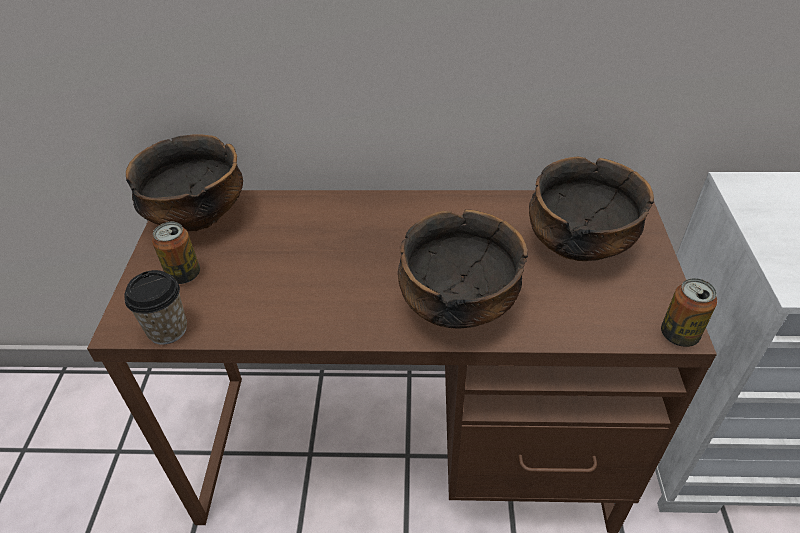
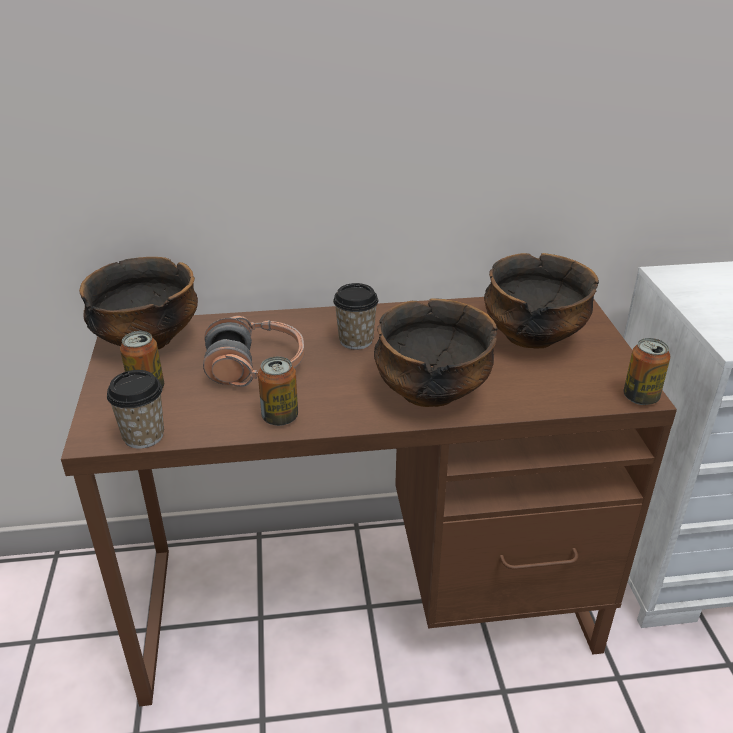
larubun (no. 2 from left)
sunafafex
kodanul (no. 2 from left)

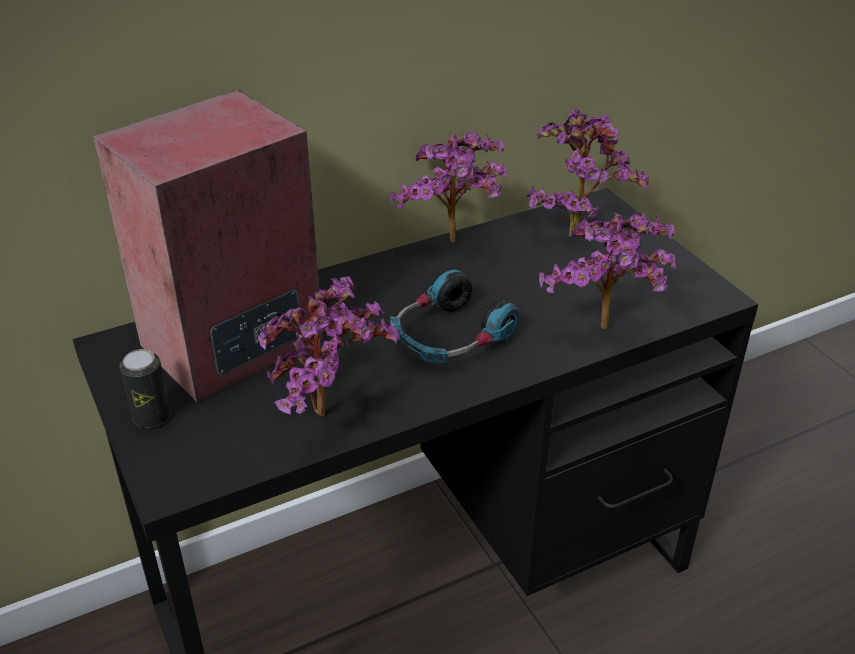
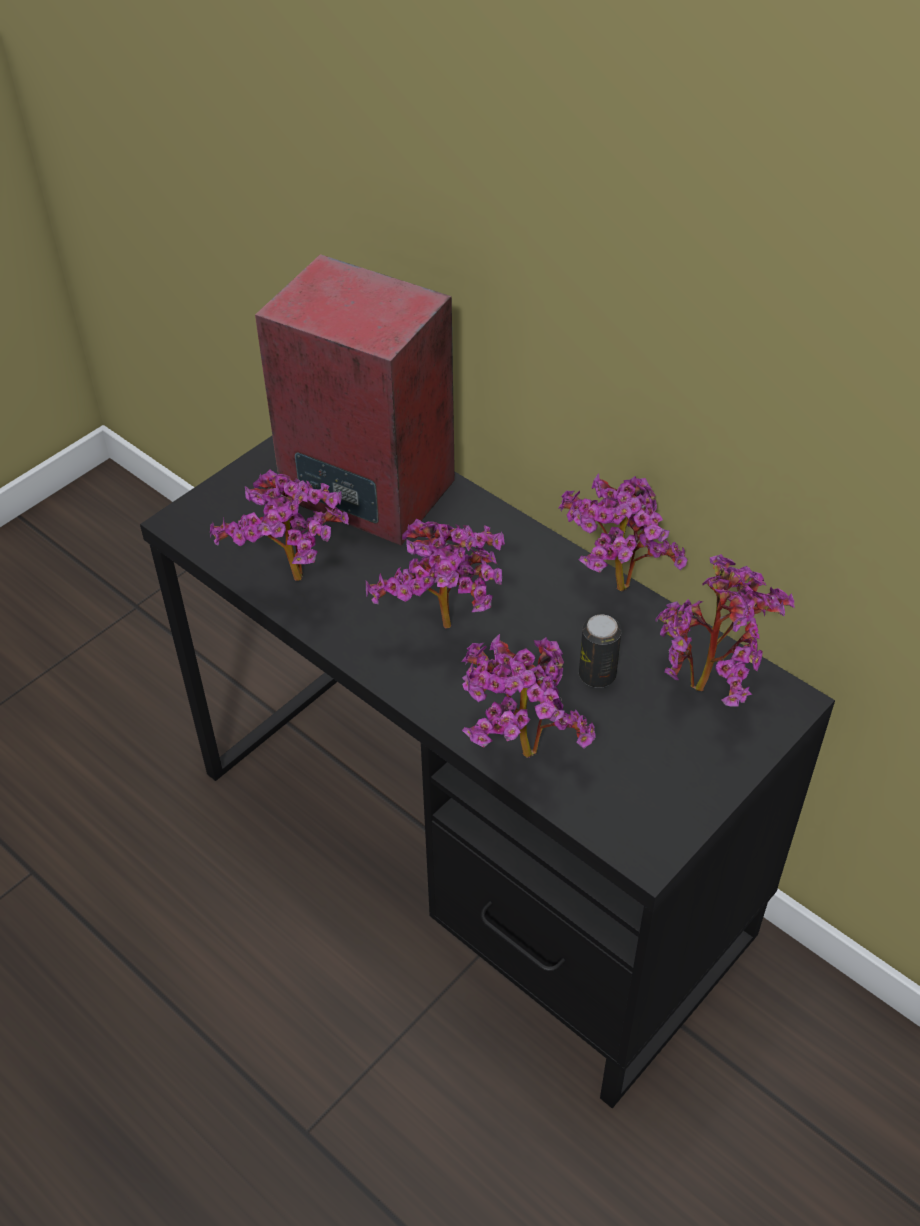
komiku (no. 2 from left)
kodanul

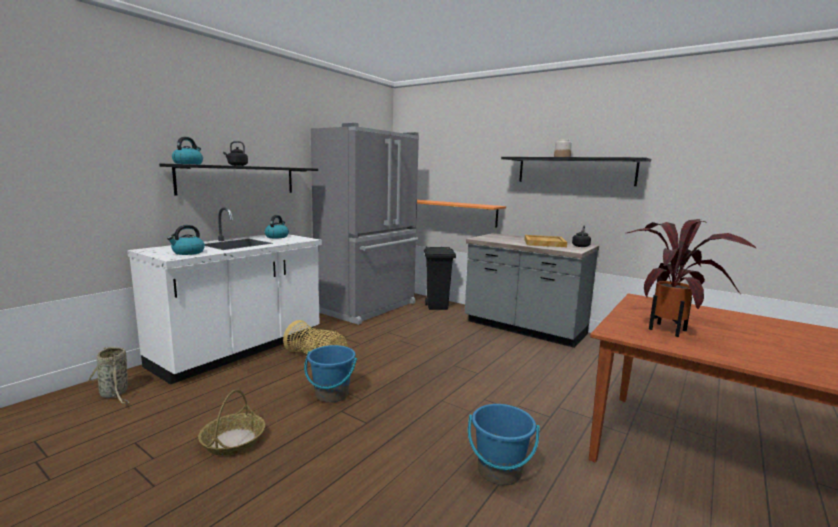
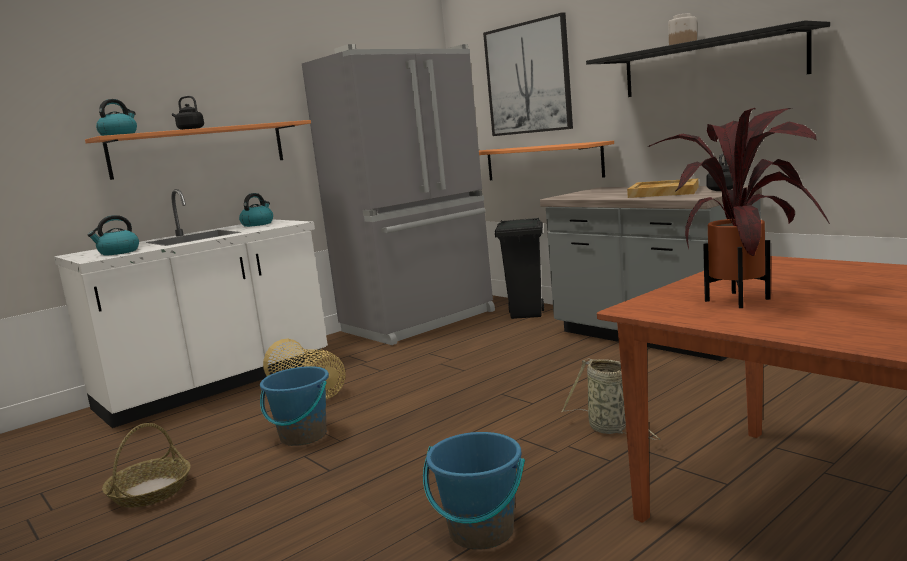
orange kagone (no. 1 from left)
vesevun (no. 3 from left)
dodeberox

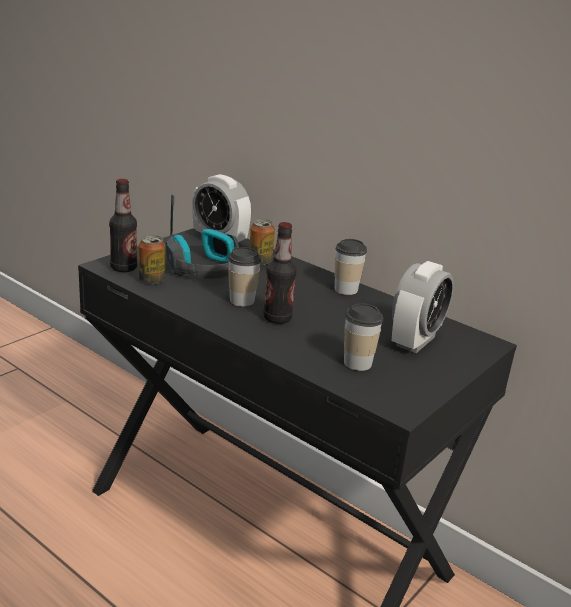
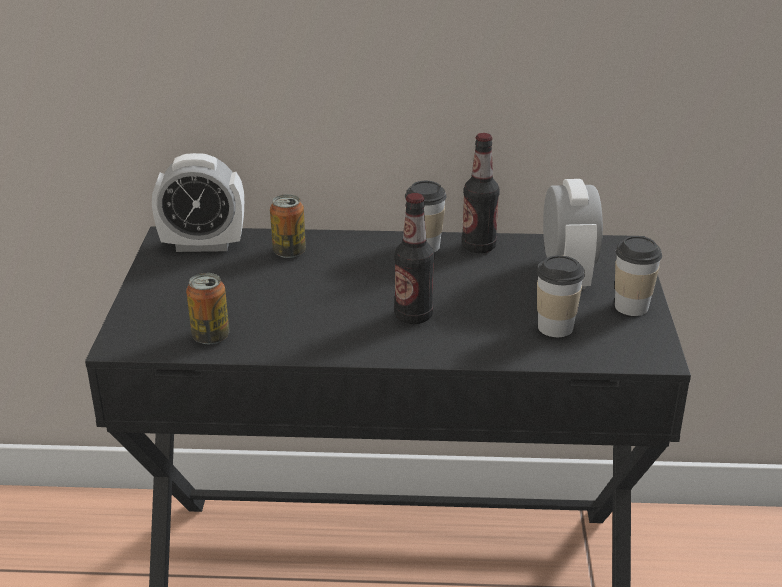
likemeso (no. 2 from left)
sunafafex
larubun (no. 3 from left)

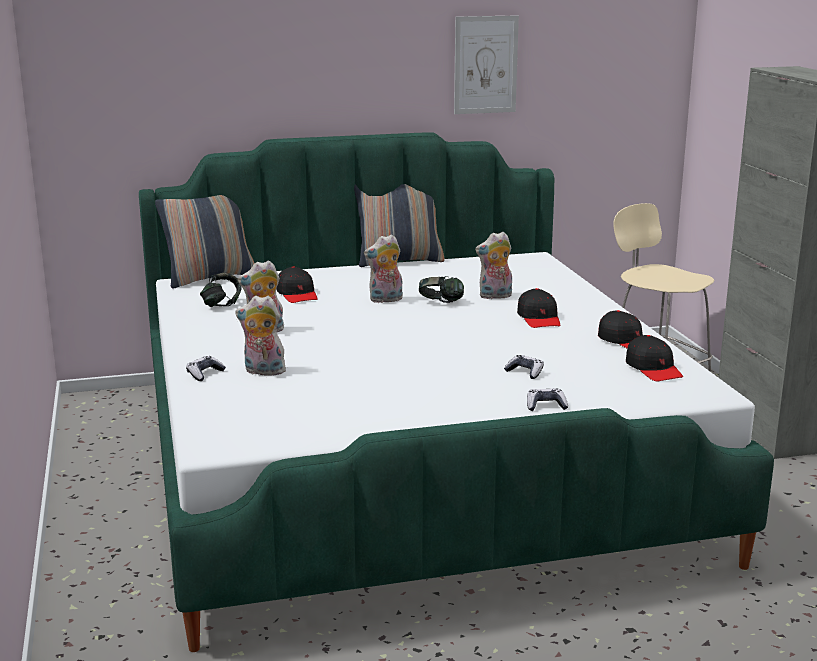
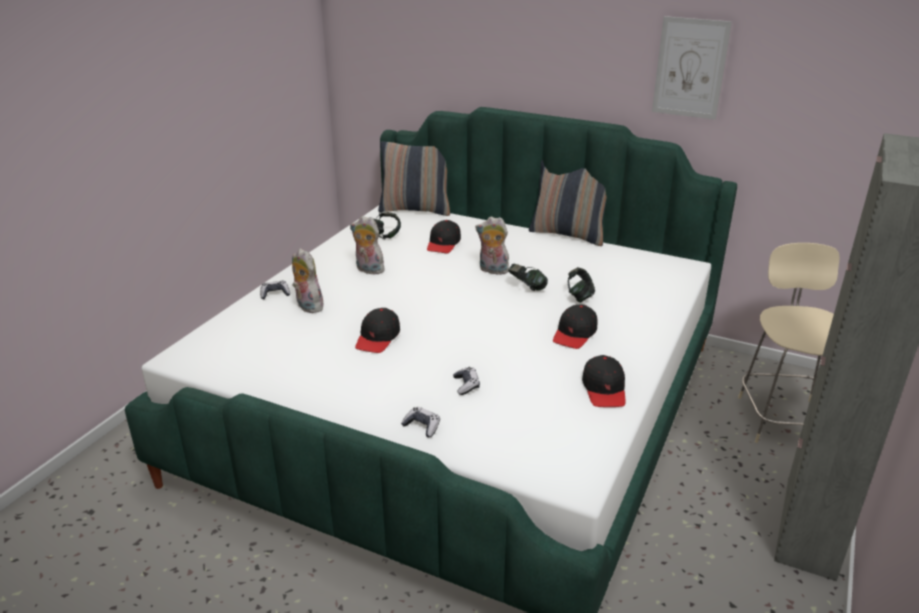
sunafafex (no. 3 from left)
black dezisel (no. 1 from left)

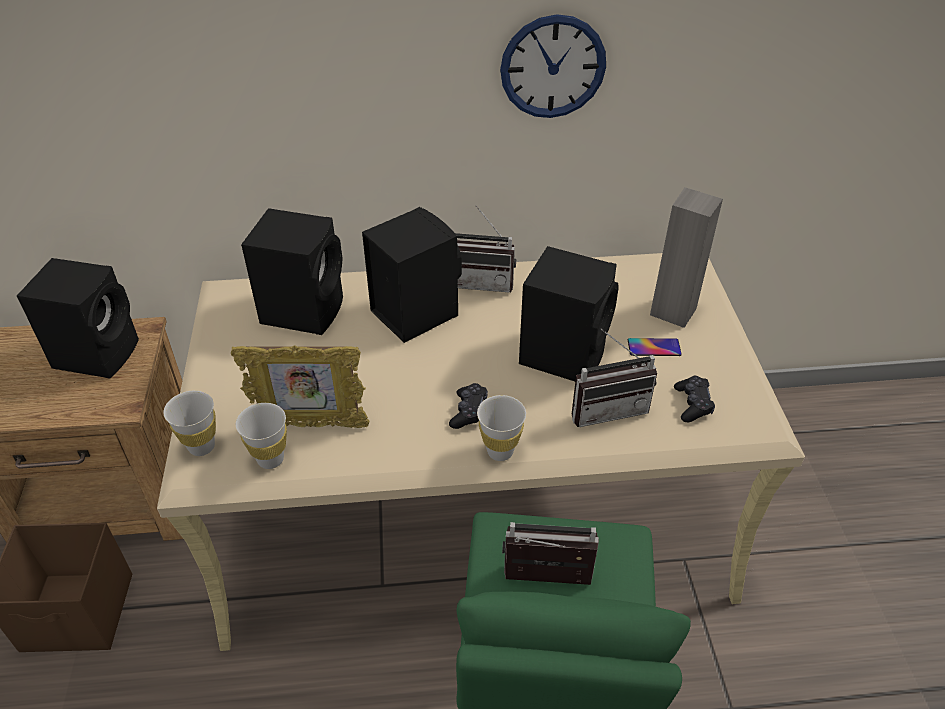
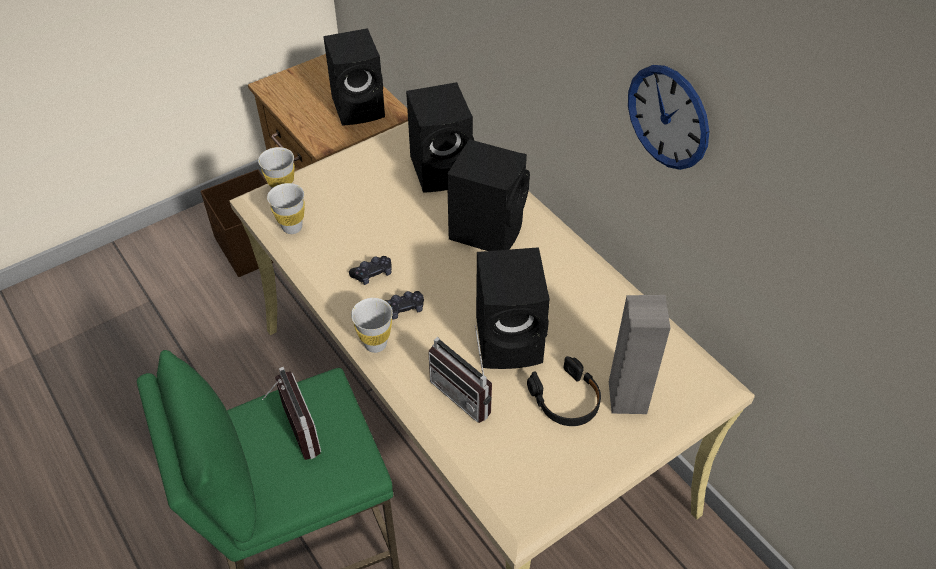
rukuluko (no. 1 from left in the first image)
black sunafafex
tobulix
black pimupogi (no. 1 from left)

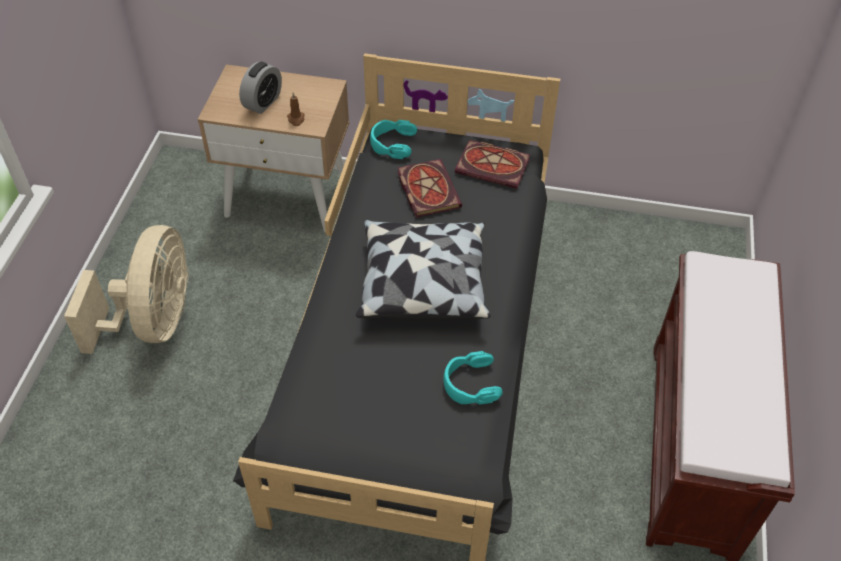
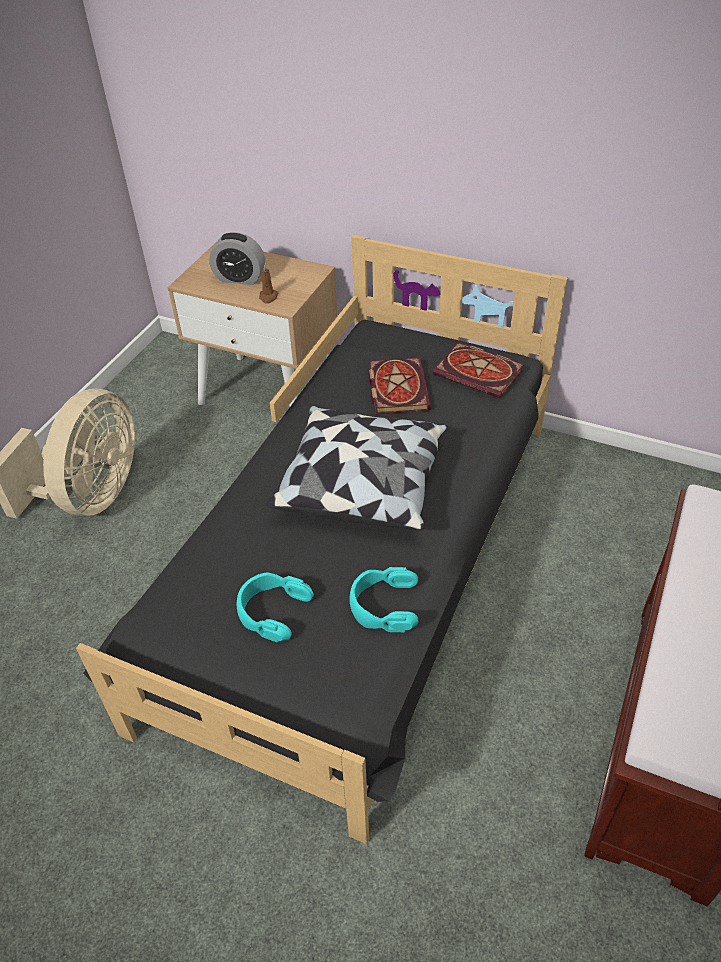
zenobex
turquoise sunafafex (no. 1 from left)

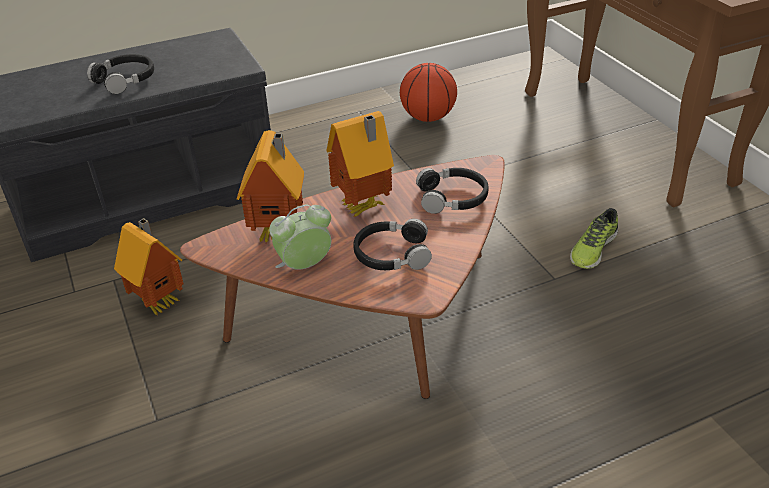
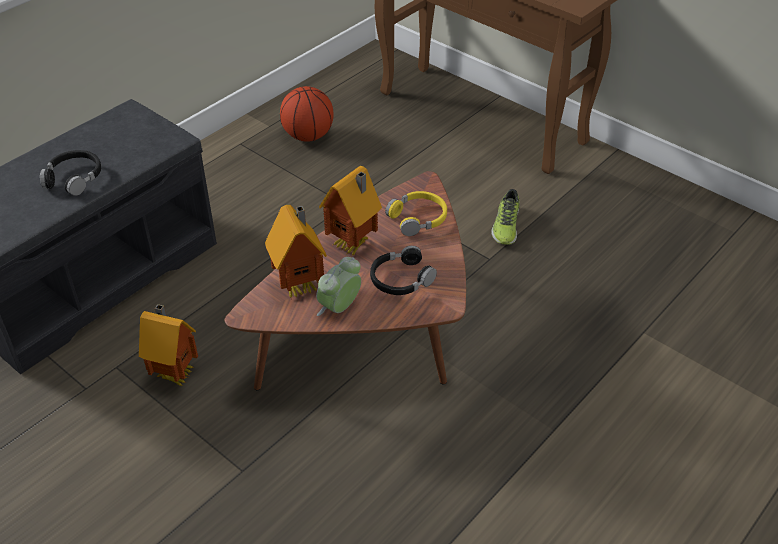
yellow sunafafex

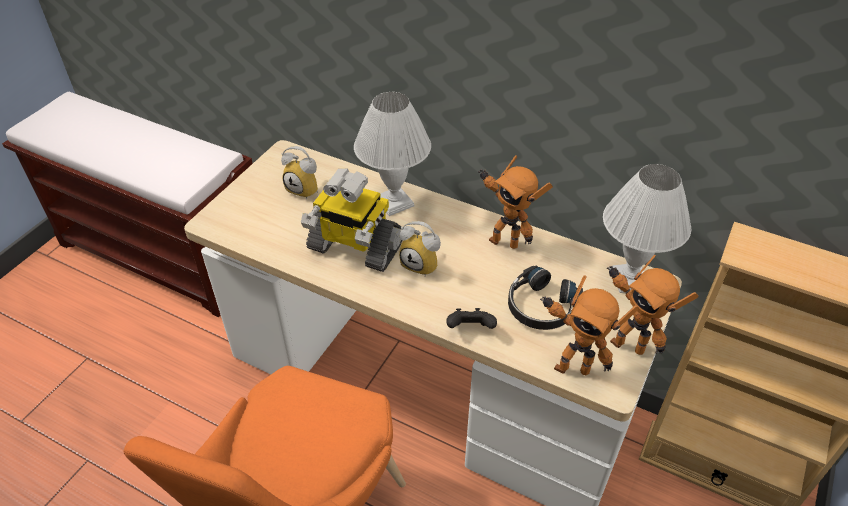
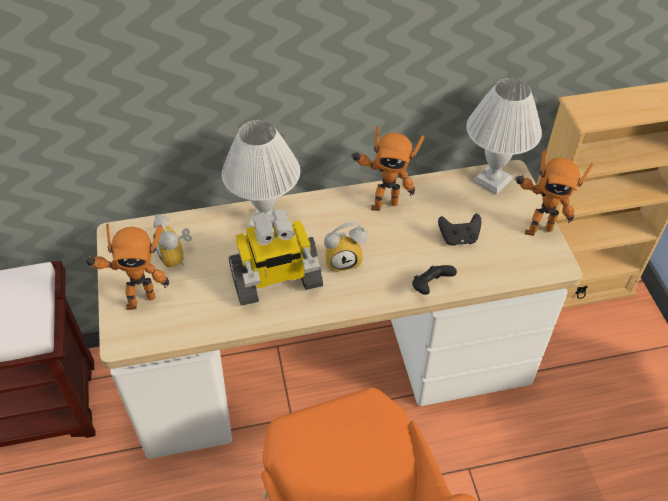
zenobex (no. 1 from left)
black pimupogi (no. 2 from left)
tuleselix (no. 1 from left)

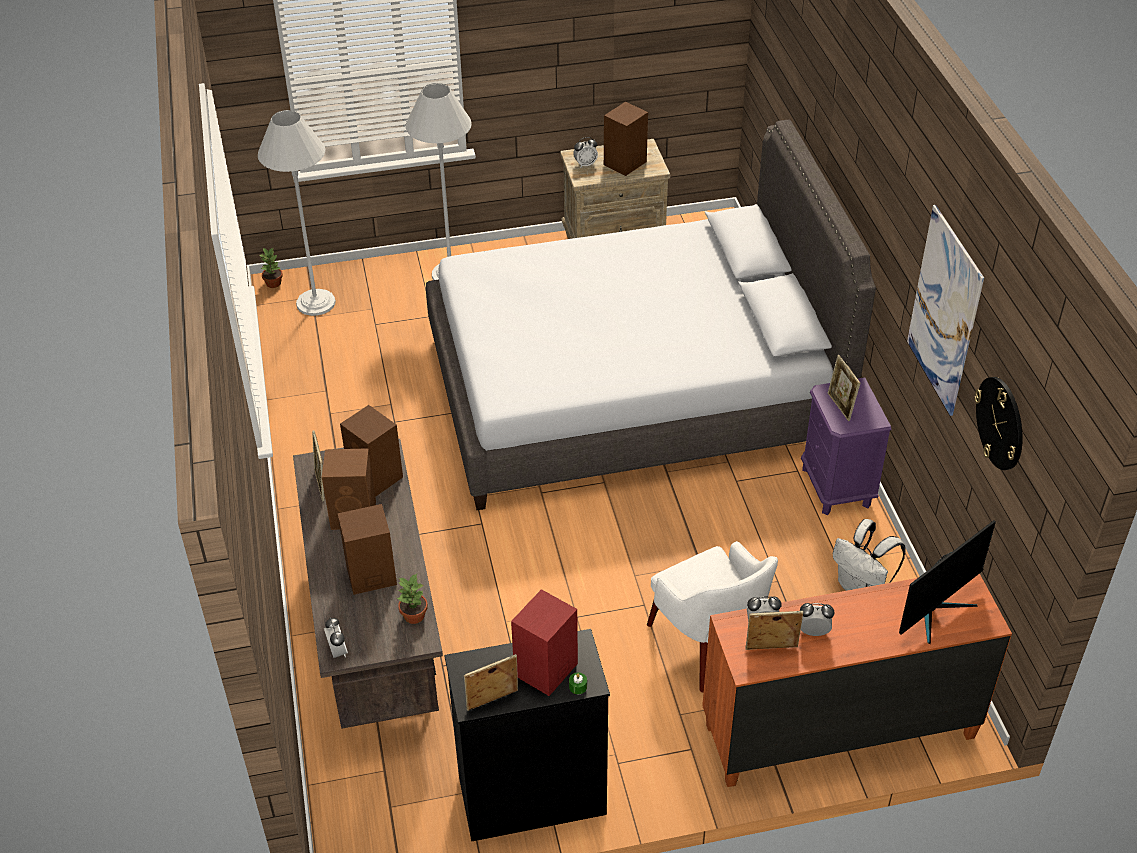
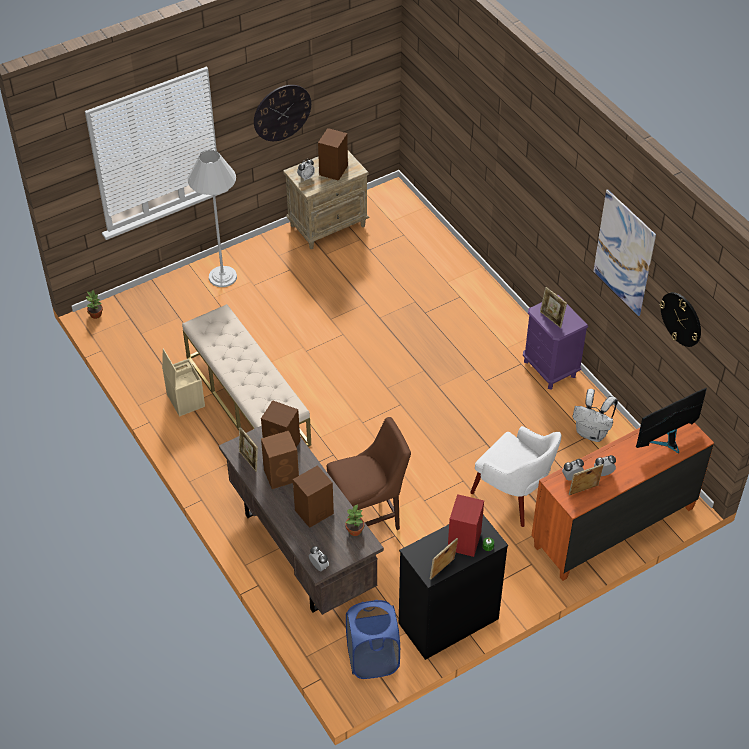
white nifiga (no. 1 from left in the first image)
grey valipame
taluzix
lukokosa (no. 1 from left)
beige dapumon
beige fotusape
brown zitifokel
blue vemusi

